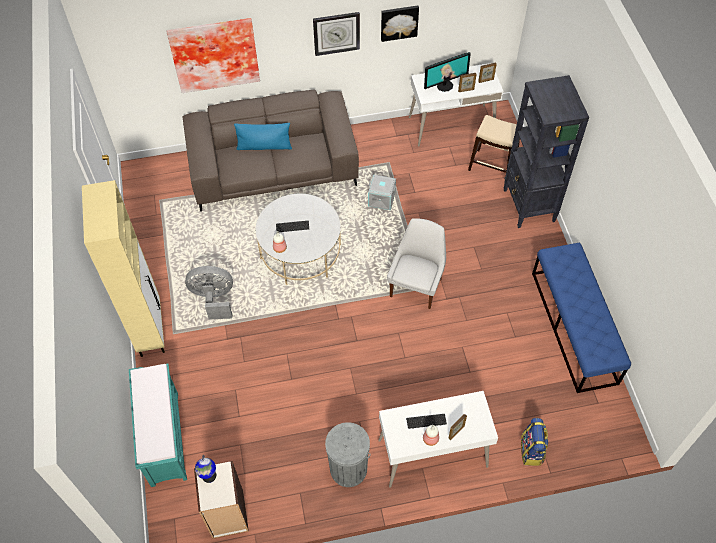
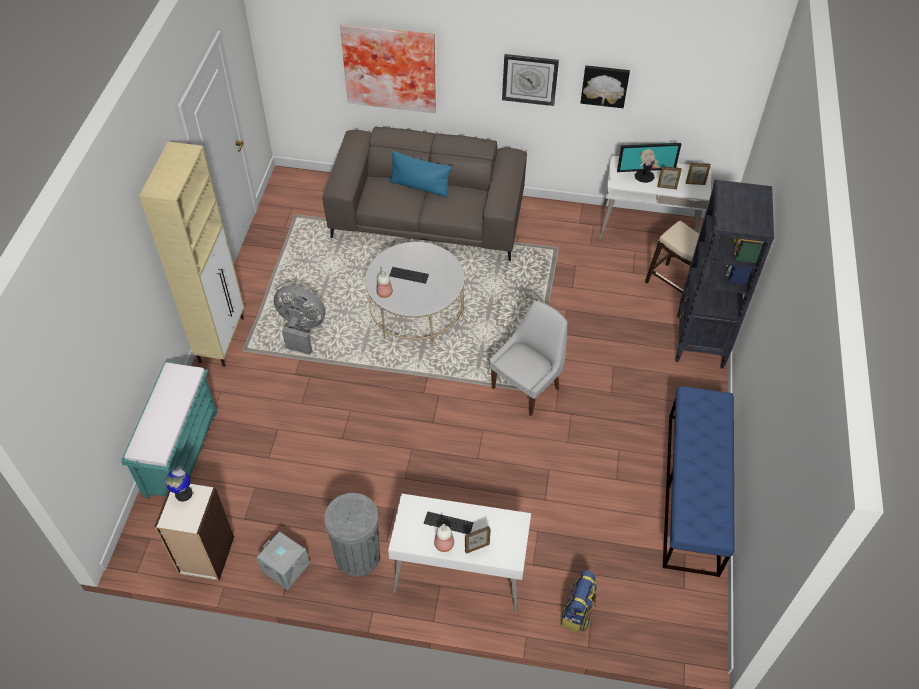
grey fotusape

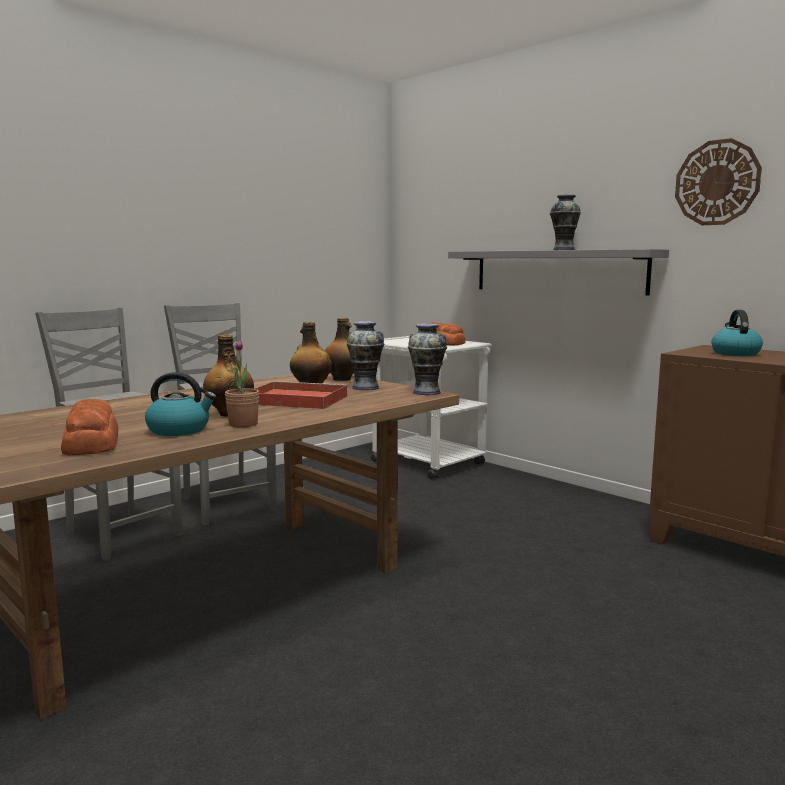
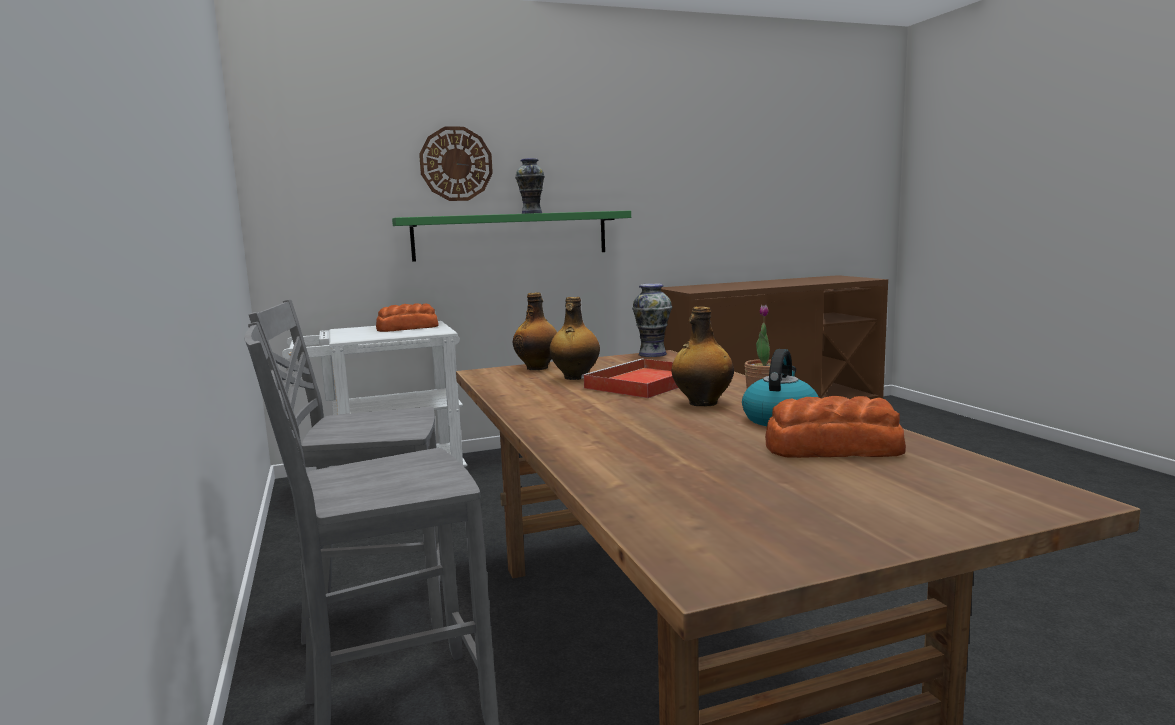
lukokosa
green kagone
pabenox (no. 2 from left in the first image)
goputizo (no. 1 from left in the first image)

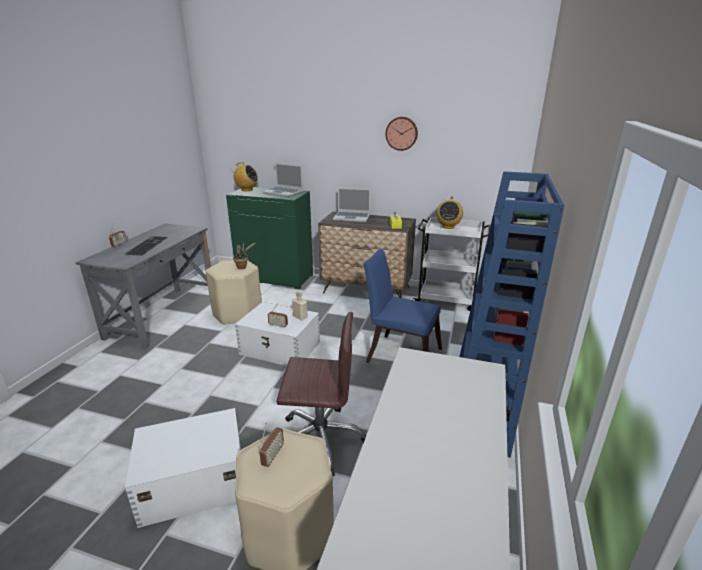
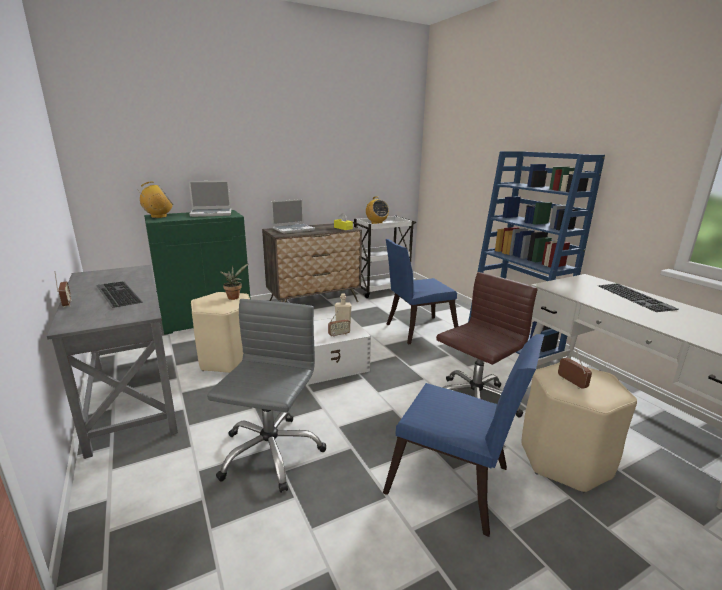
lukokosa
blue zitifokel (no. 2 from left)
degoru (no. 2 from left)
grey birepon

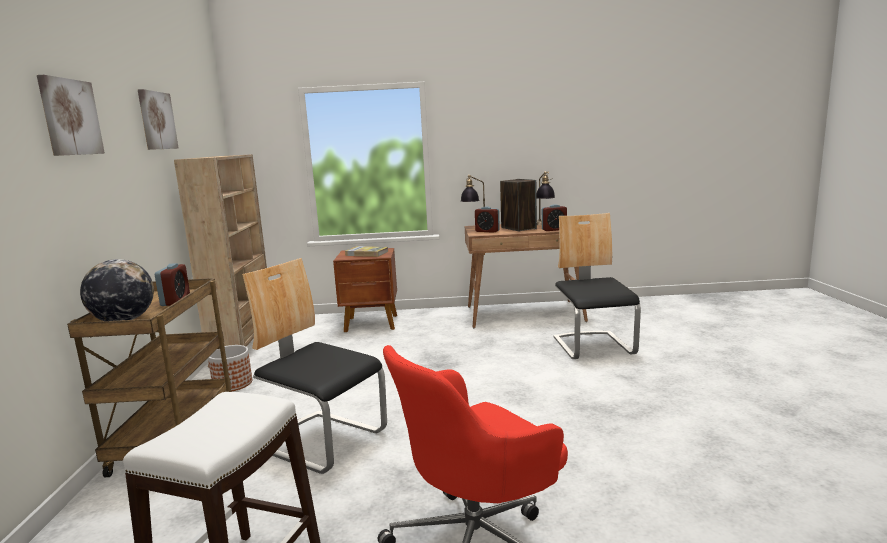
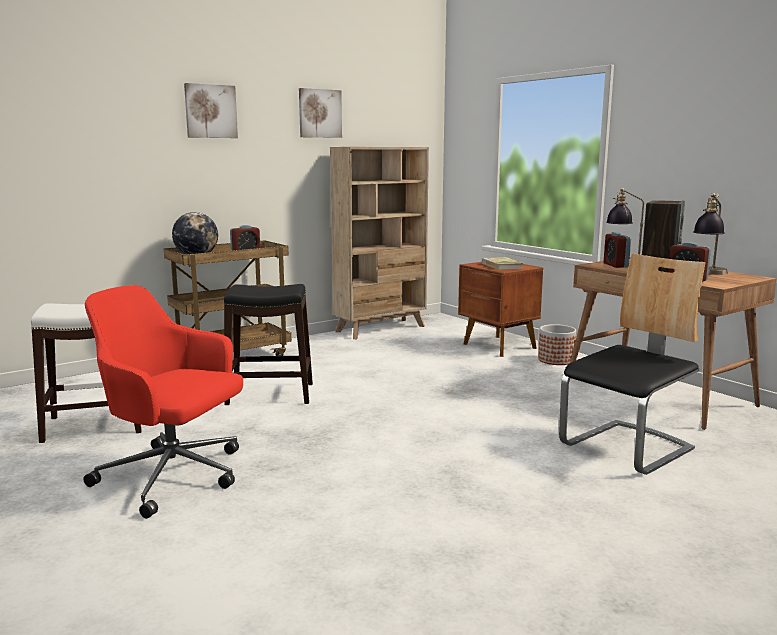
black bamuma
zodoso

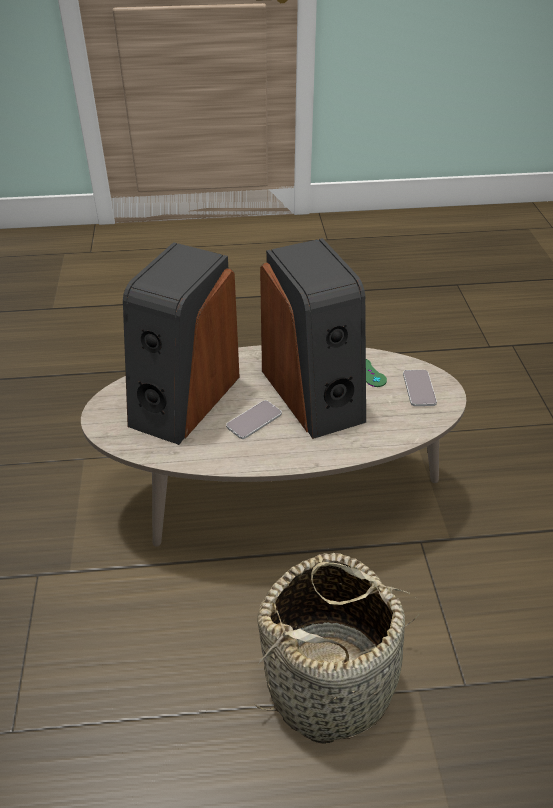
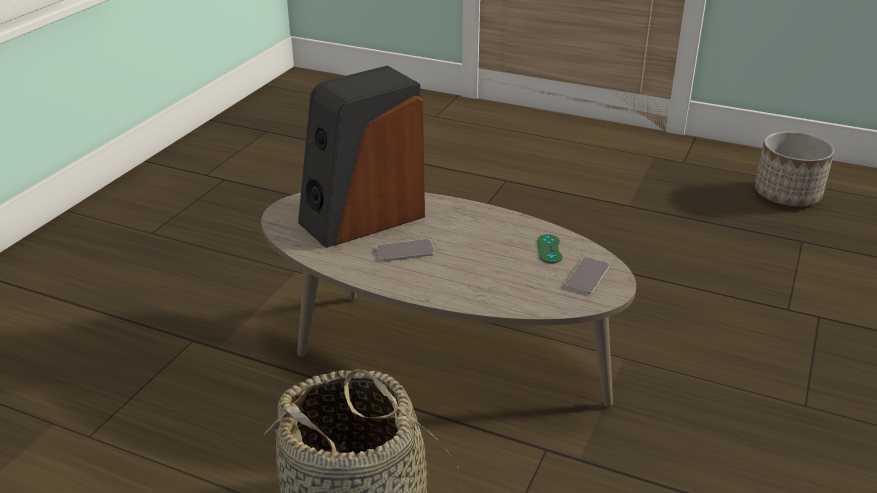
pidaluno (no. 2 from left in the first image)
zodoso

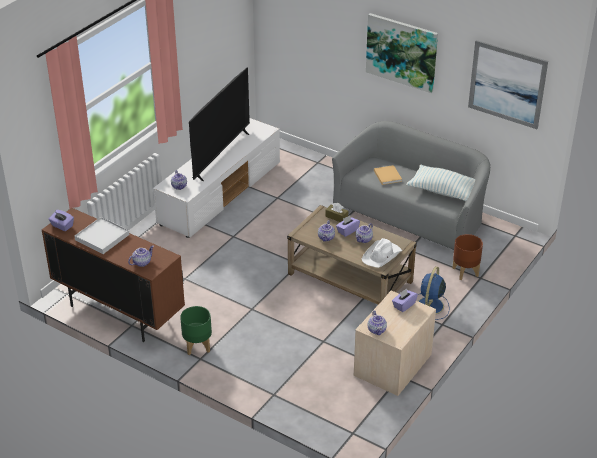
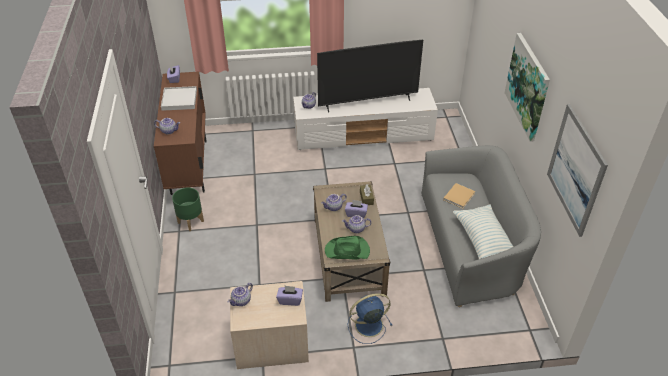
brown zodoso
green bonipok

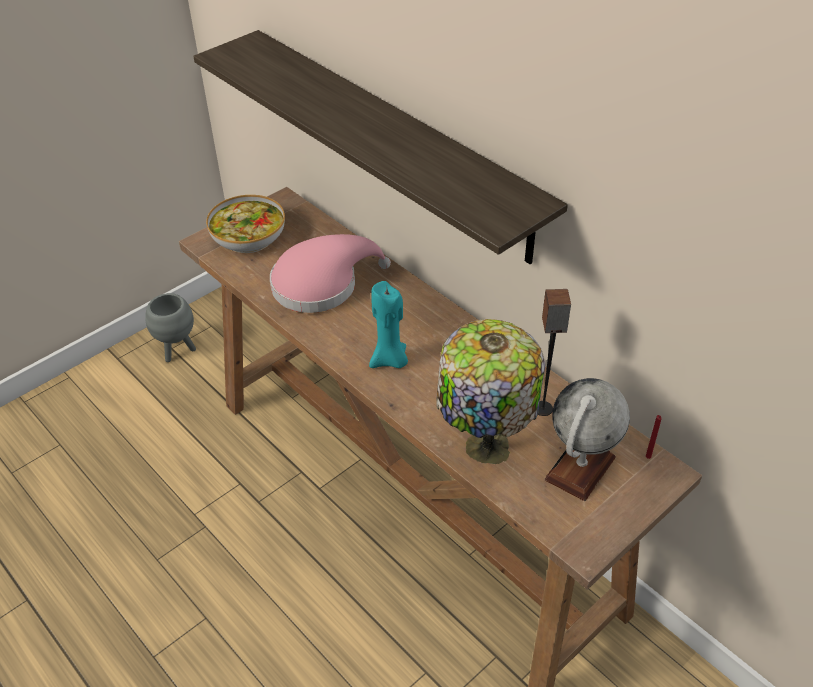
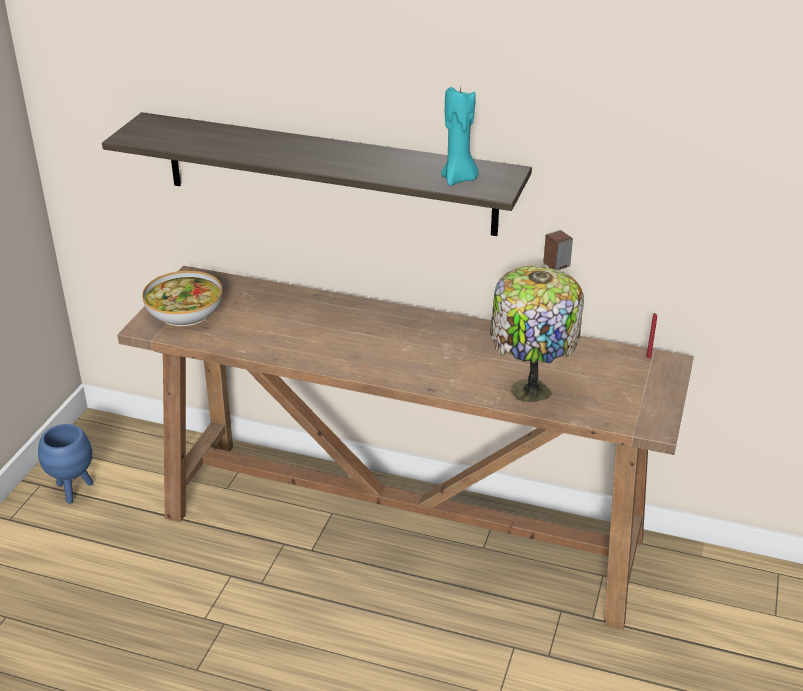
pink bonipok
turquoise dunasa
blue zodoso
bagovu

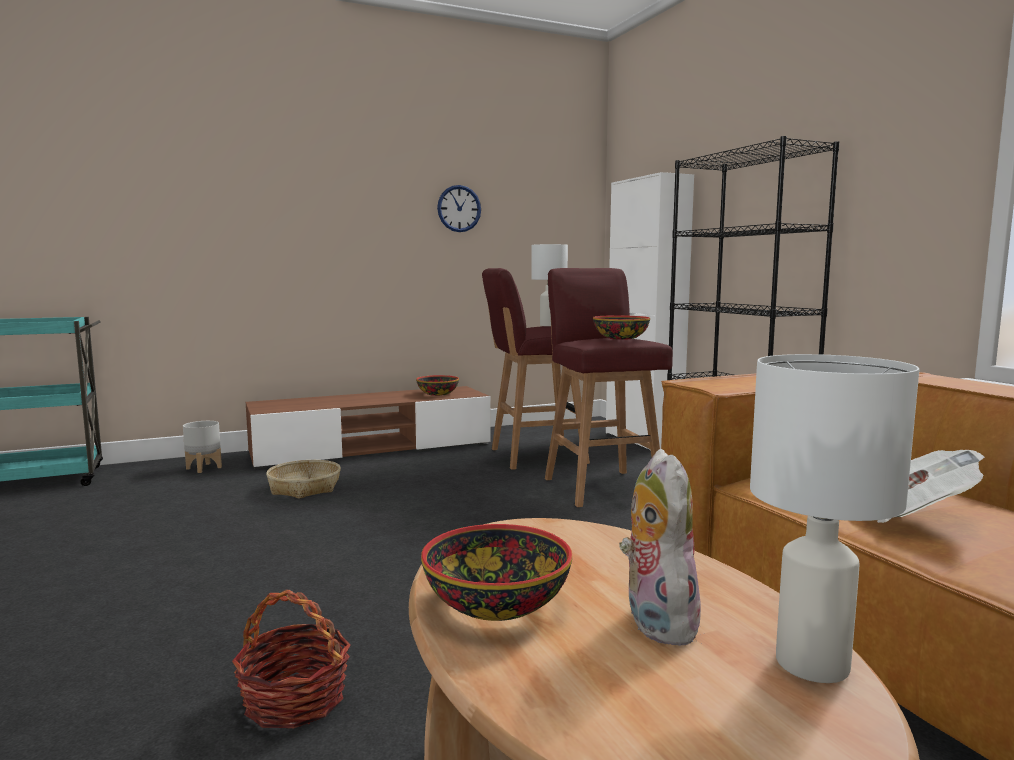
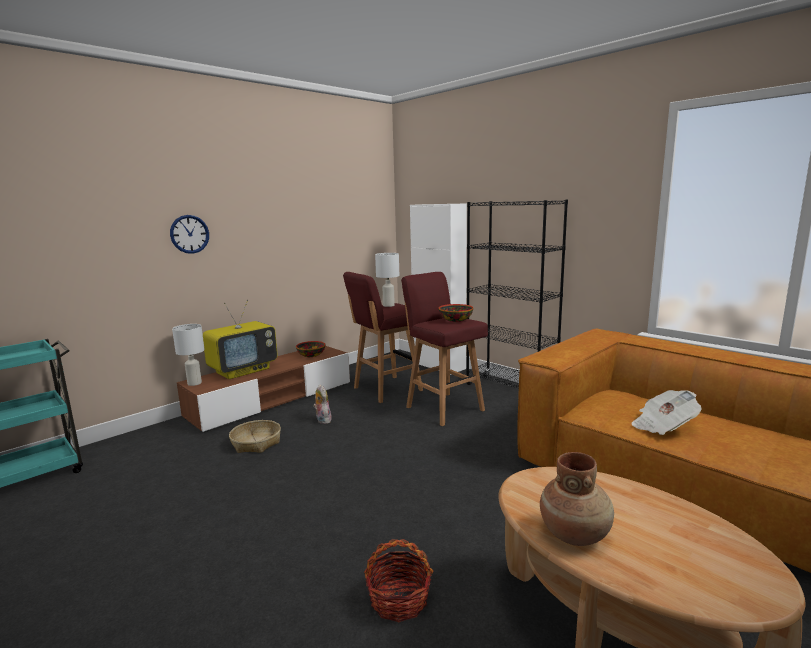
lukokosa
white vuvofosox (no. 1 from left)
grey zodoso
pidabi
brown goputizo
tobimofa

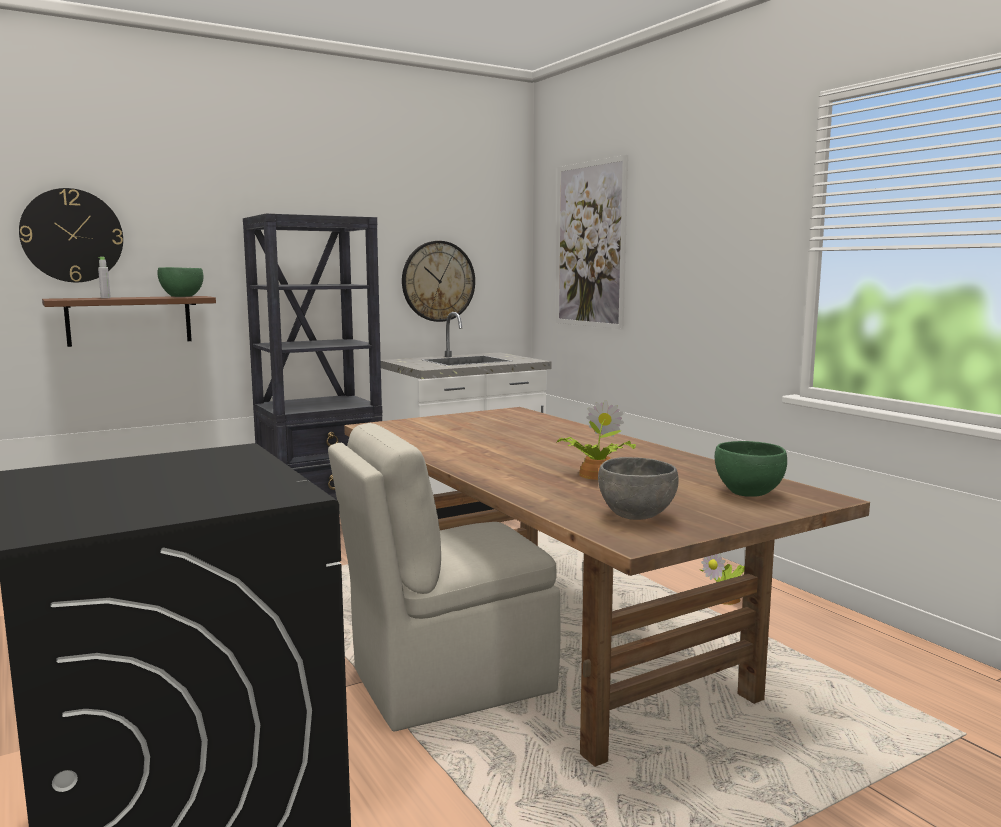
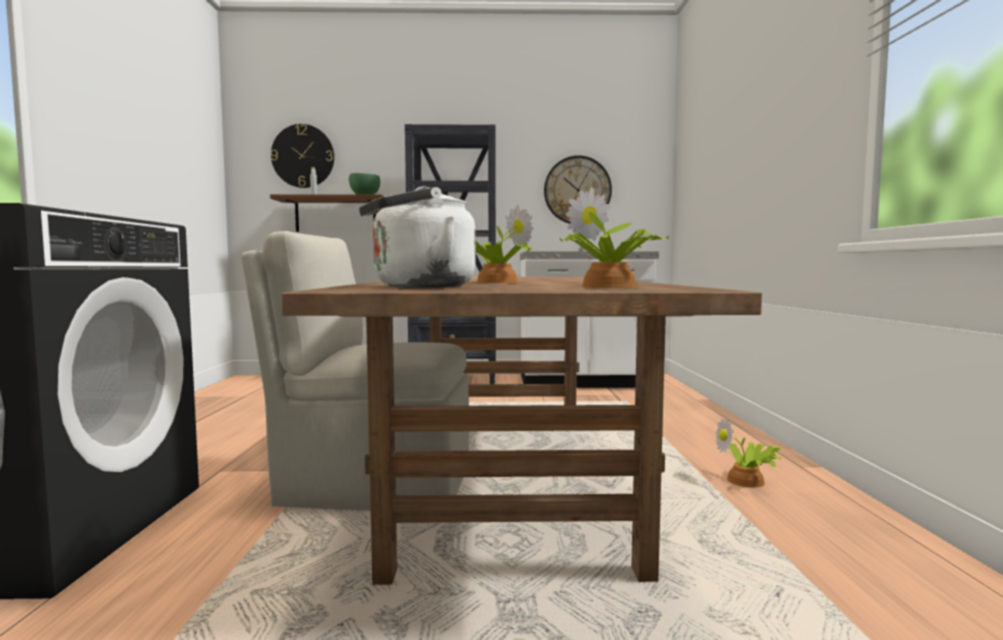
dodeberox
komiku (no. 2 from left)
white pabenox

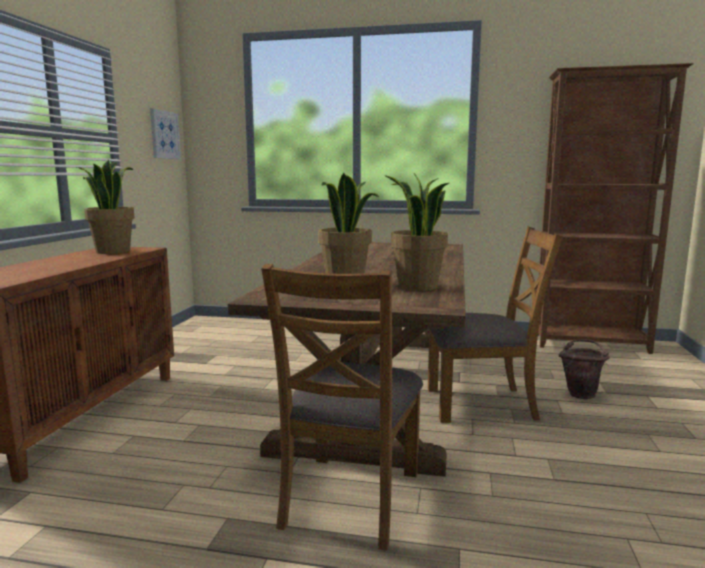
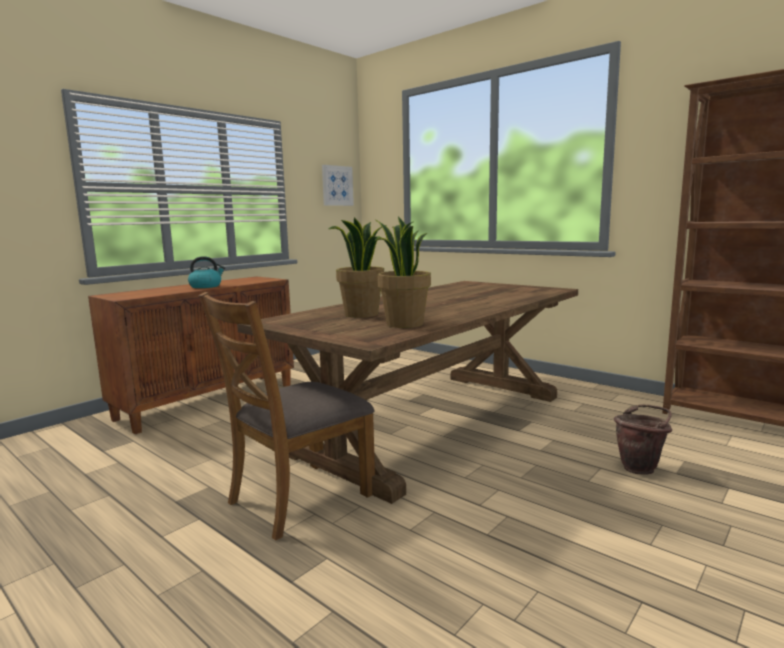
komiku (no. 1 from left in the first image)
brown zitifokel (no. 2 from left in the first image)
pabenox

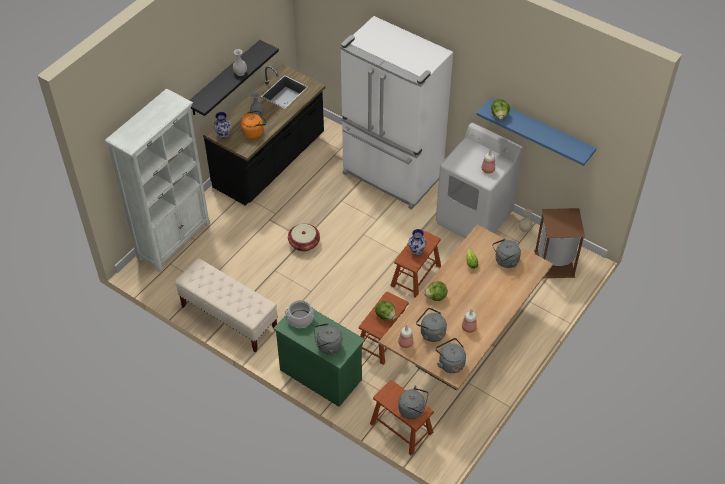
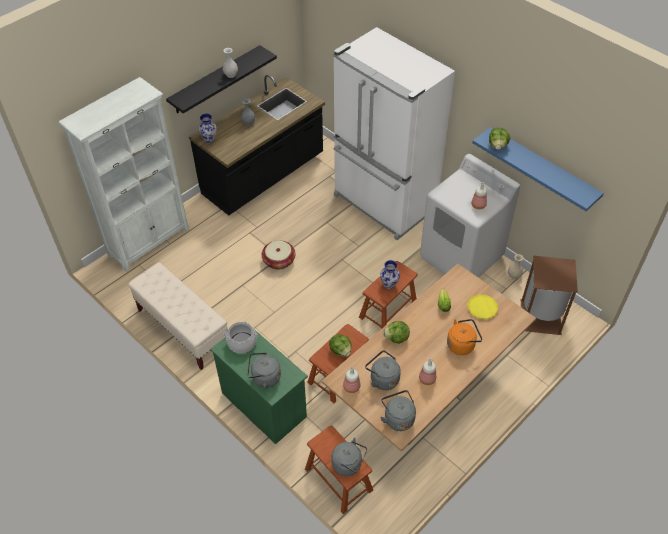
orange pabenox
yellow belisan

